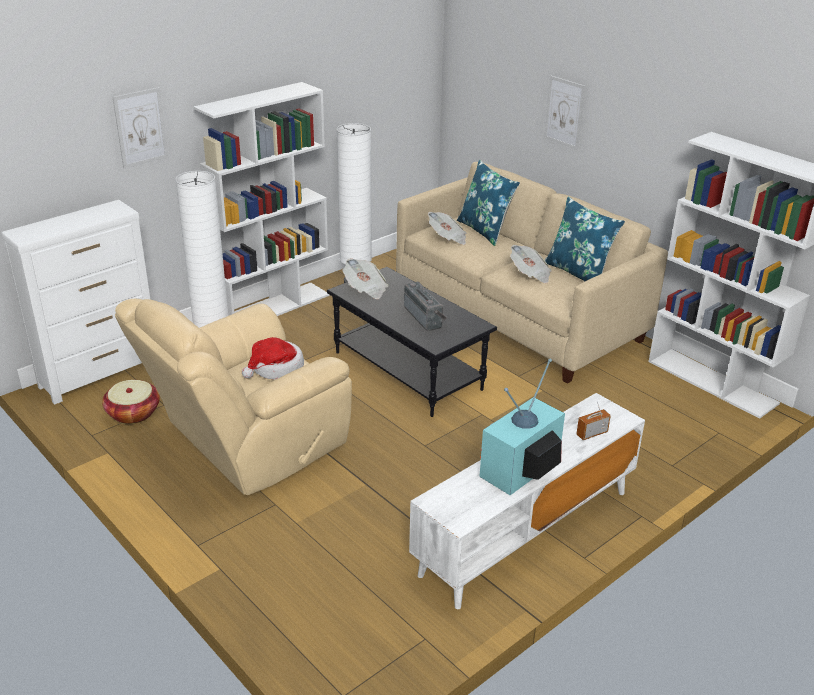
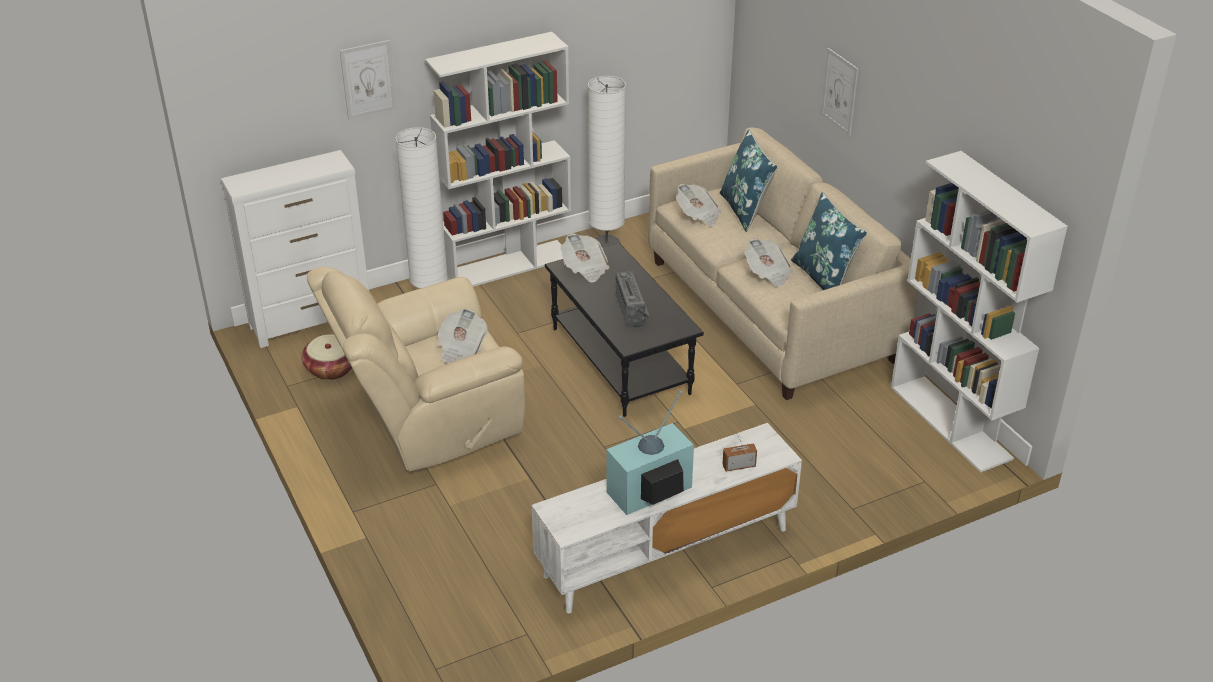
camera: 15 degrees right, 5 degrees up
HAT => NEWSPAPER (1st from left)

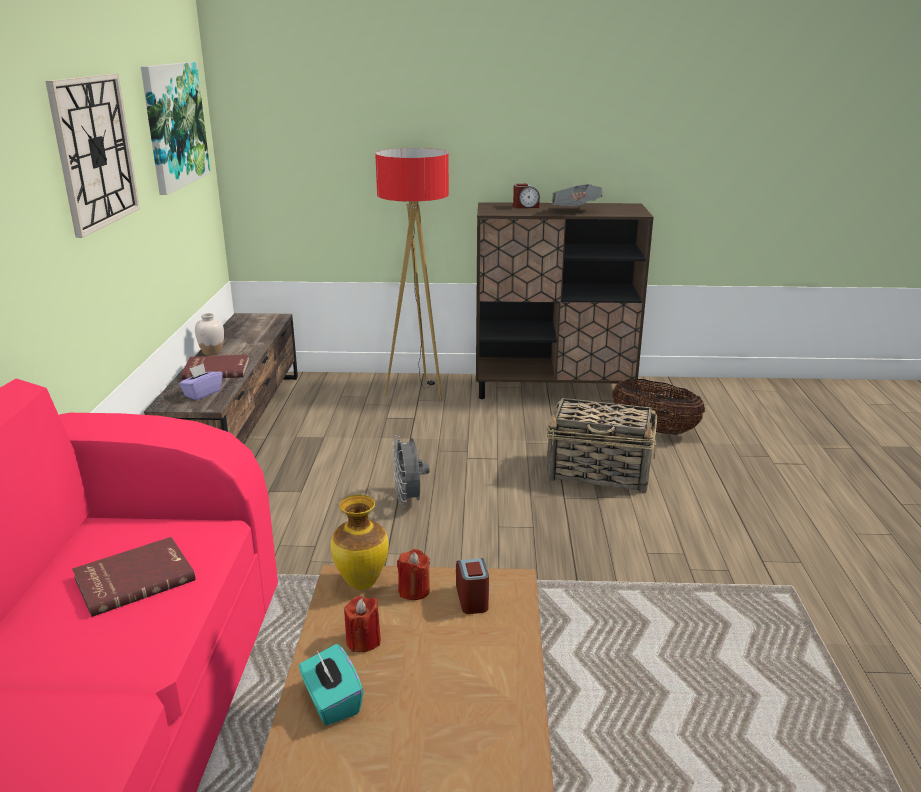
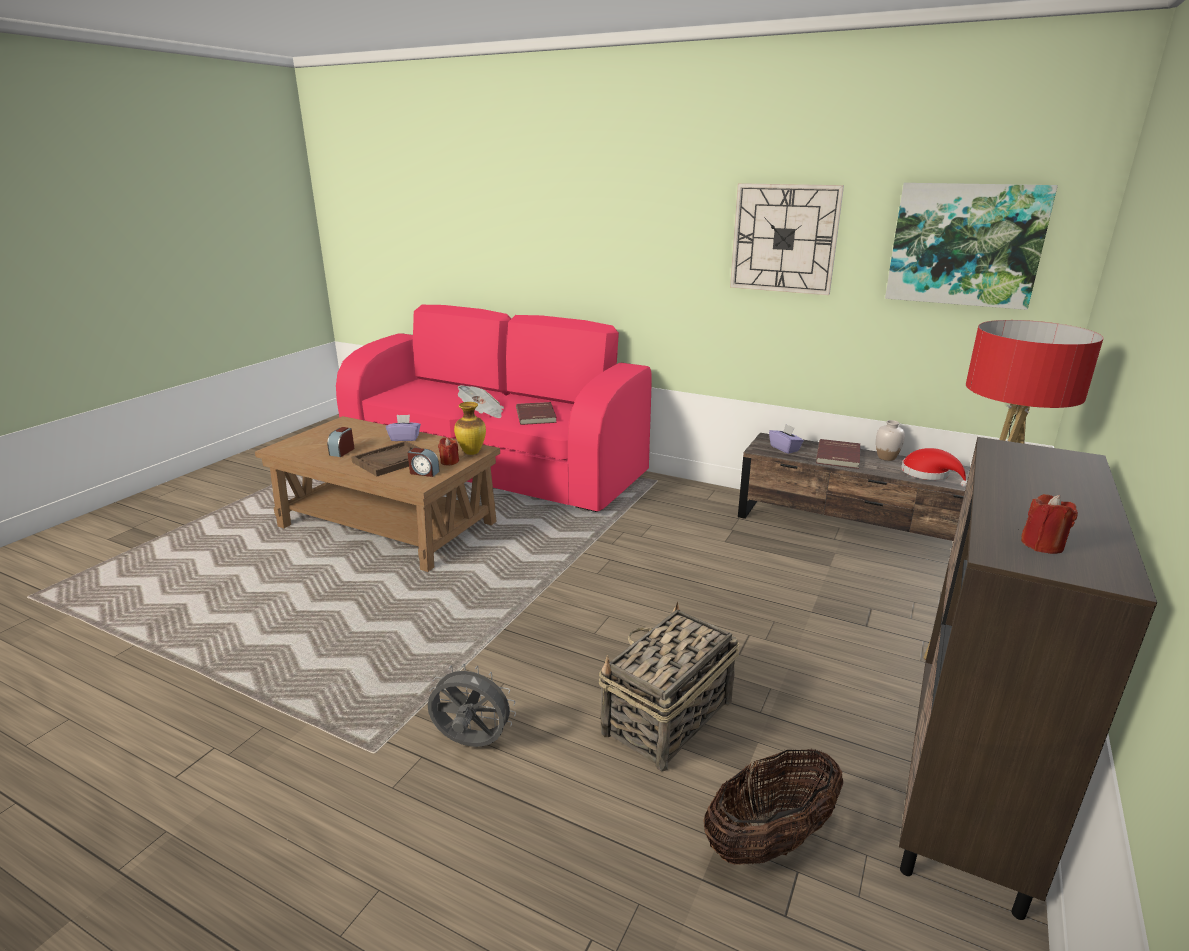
camera: 115 degrees right, 0 degrees up
ALARM CLOCK (2nd from left in the first image) => ALARM CLOCK (1st from left), move
NEWSPAPER, move
GREY FAN, move
RED CANDLE (1st from left in the first image) => RED CANDLE (2nd from left), move
TURQUOISE TISSUE BOX => PURPLE TISSUE BOX (1st from left)
nothing => BROWN TRAY
nothing => RED HAT

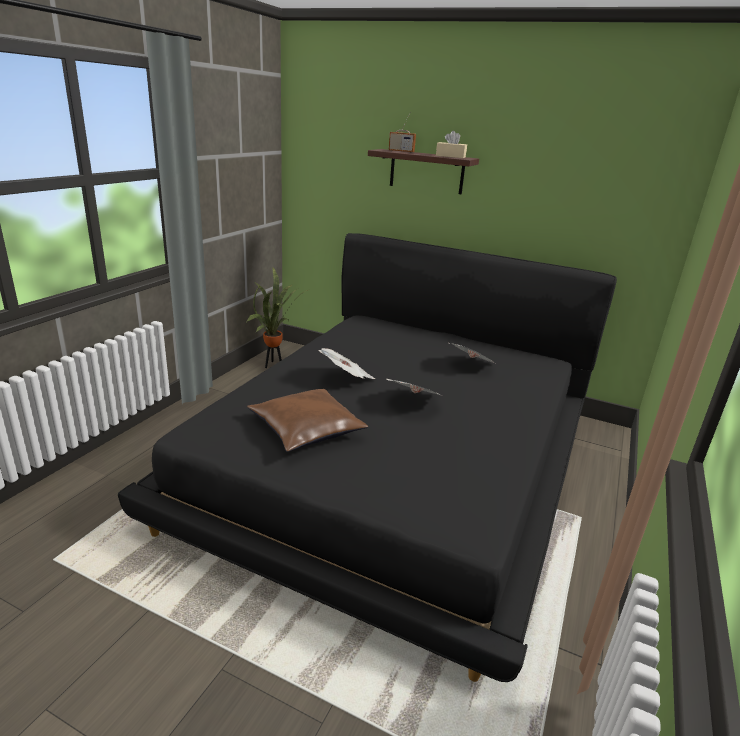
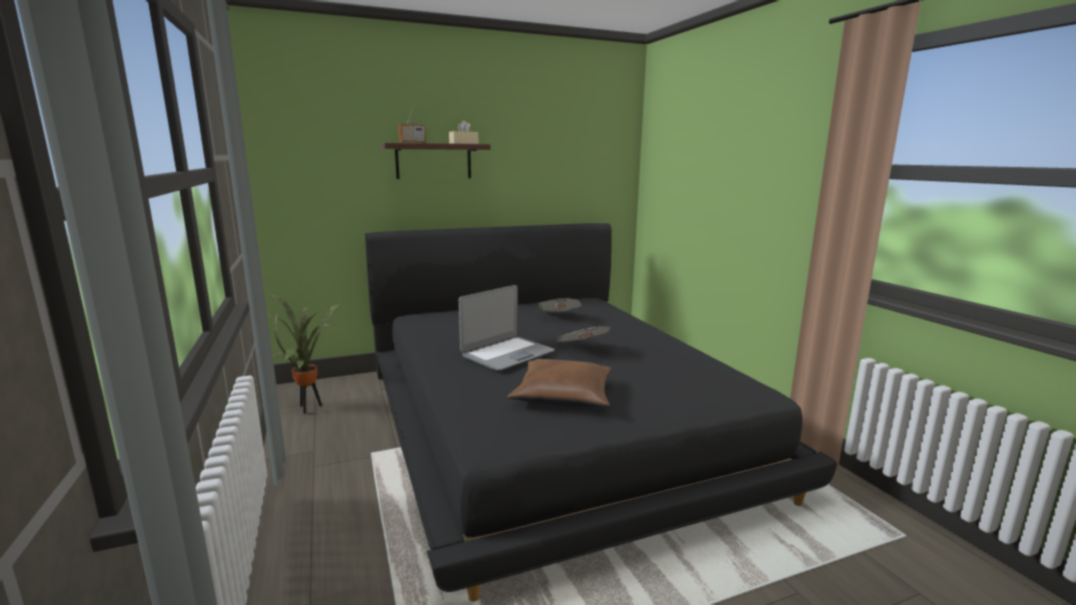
camera: 45 degrees left, 10 degrees down
NEWSPAPER (1st from left) => LAPTOP

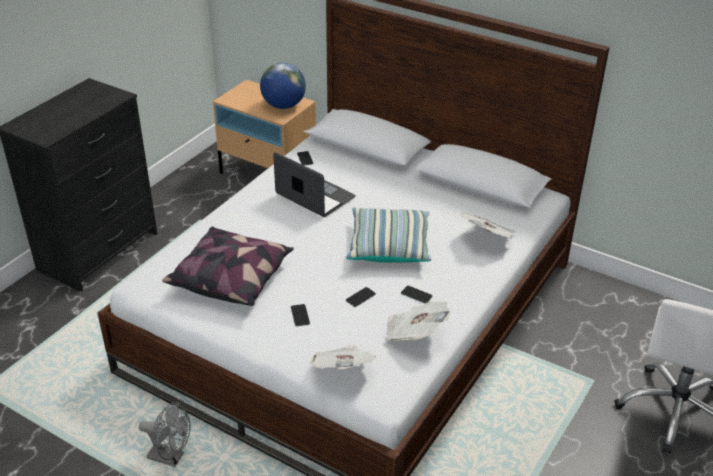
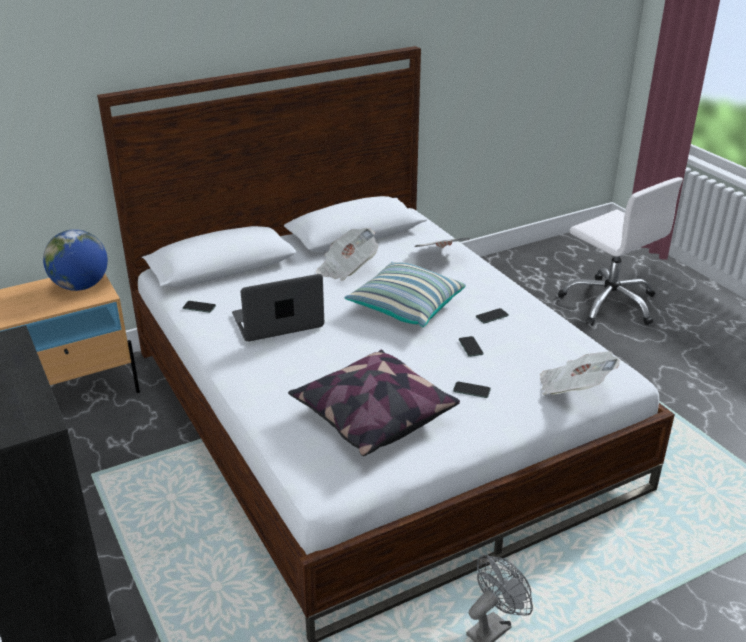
camera: 60 degrees left, 5 degrees down
NEWSPAPER (2nd from left in the first image) => NEWSPAPER (1st from left), move

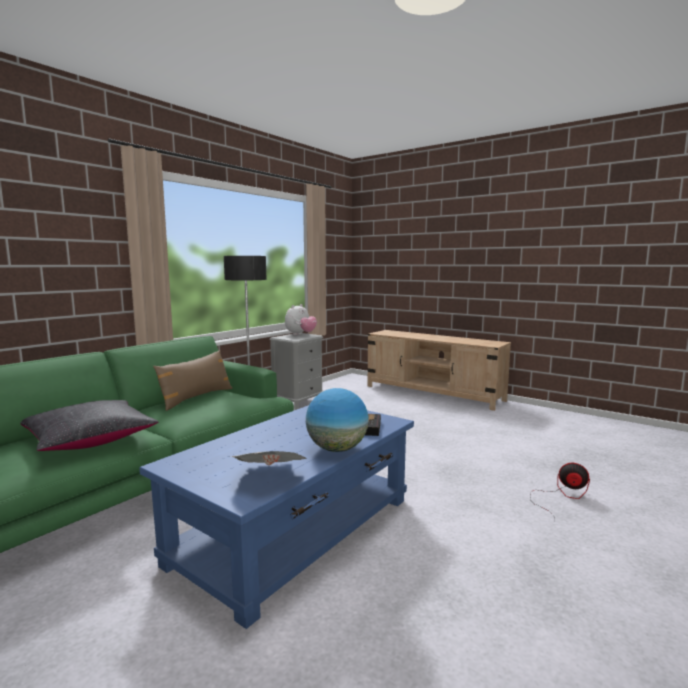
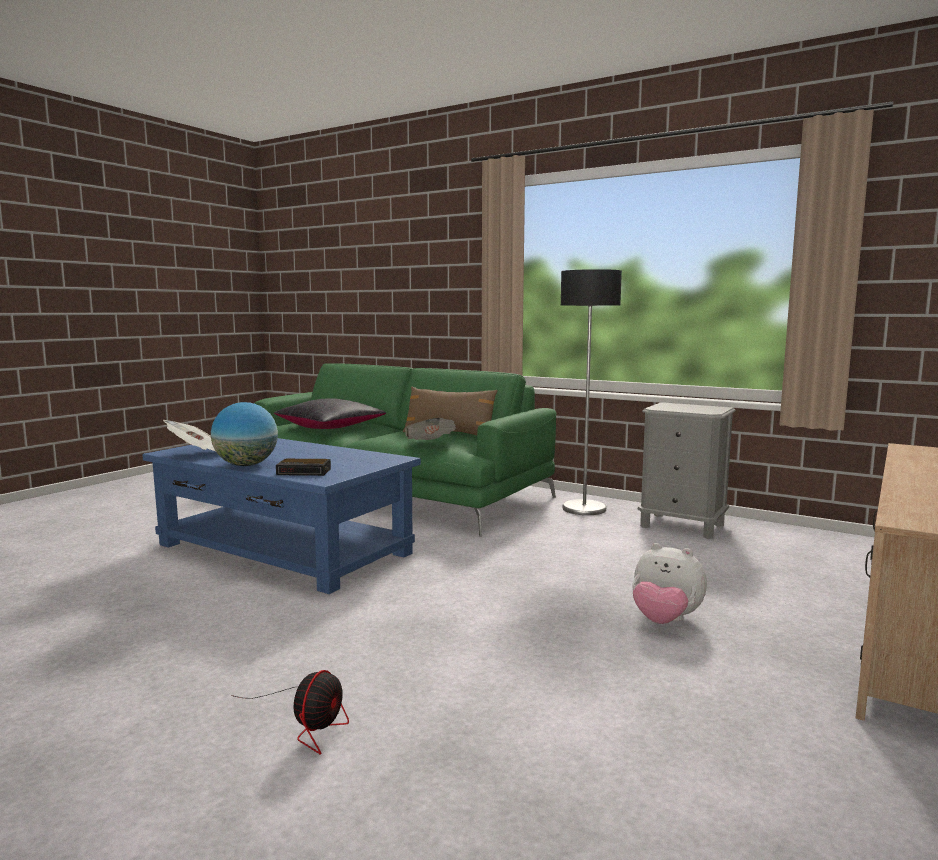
camera: 85 degrees right, 0 degrees up
PLUSH TOY, move
nothing => NEWSPAPER (2nd from left)

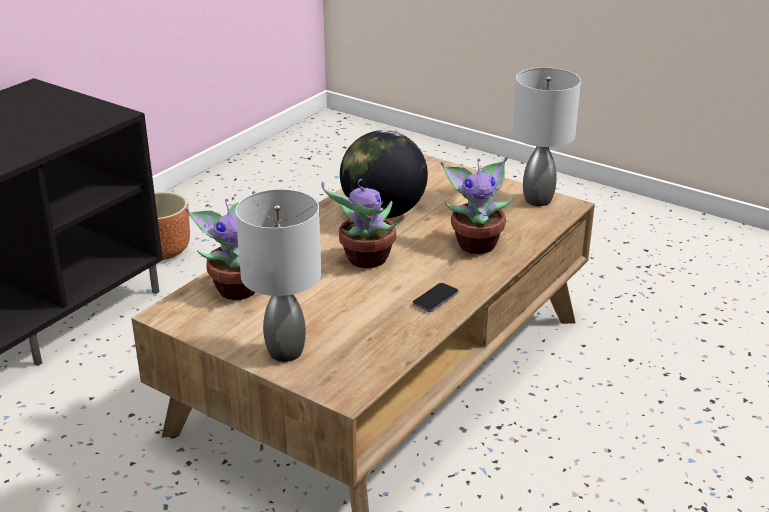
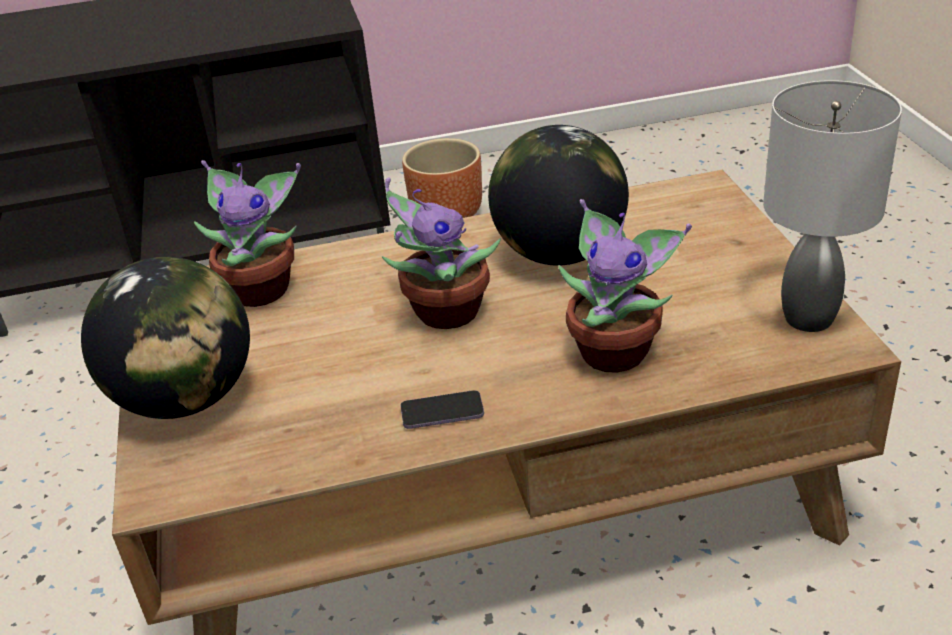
camera: 45 degrees right, 5 degrees up
GREY TABLE LAMP (1st from left) => GLOBE (1st from left)

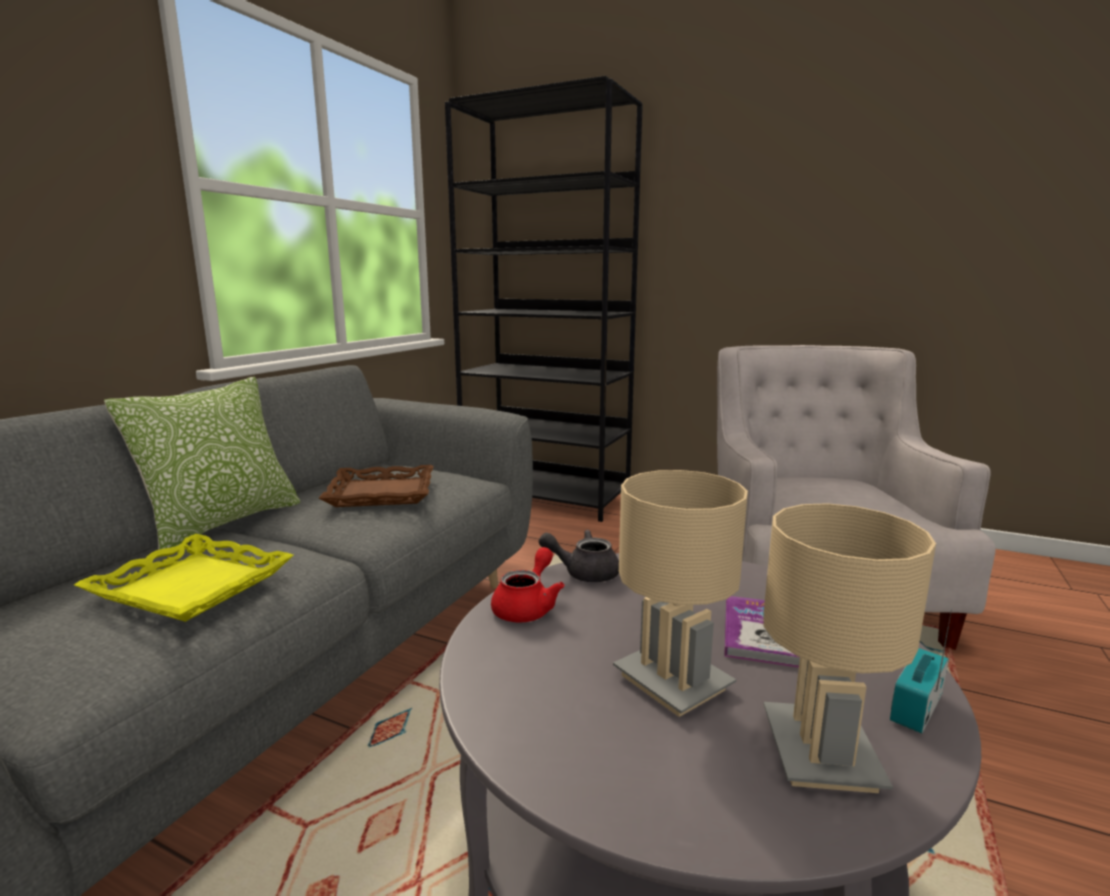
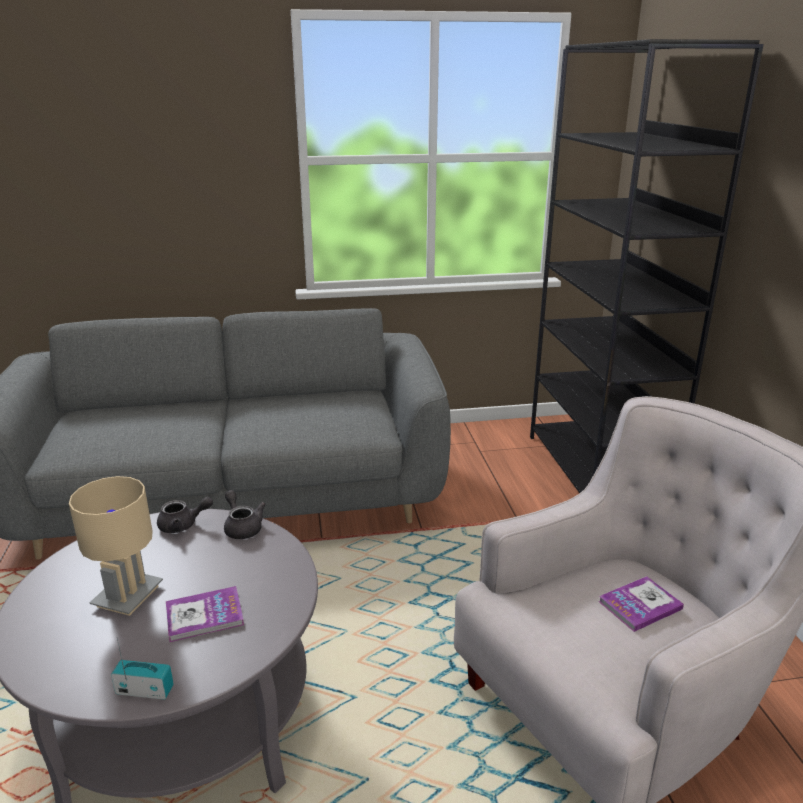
camera: 55 degrees right, 10 degrees up
PILLOW => nothing
BROWN TRAY => nothing
BEIGE TABLE LAMP (2nd from left) => nothing
YELLOW TRAY => nothing
RED TEAPOT => GREY TEAPOT (1st from left)
nothing => BOOK (2nd from left)

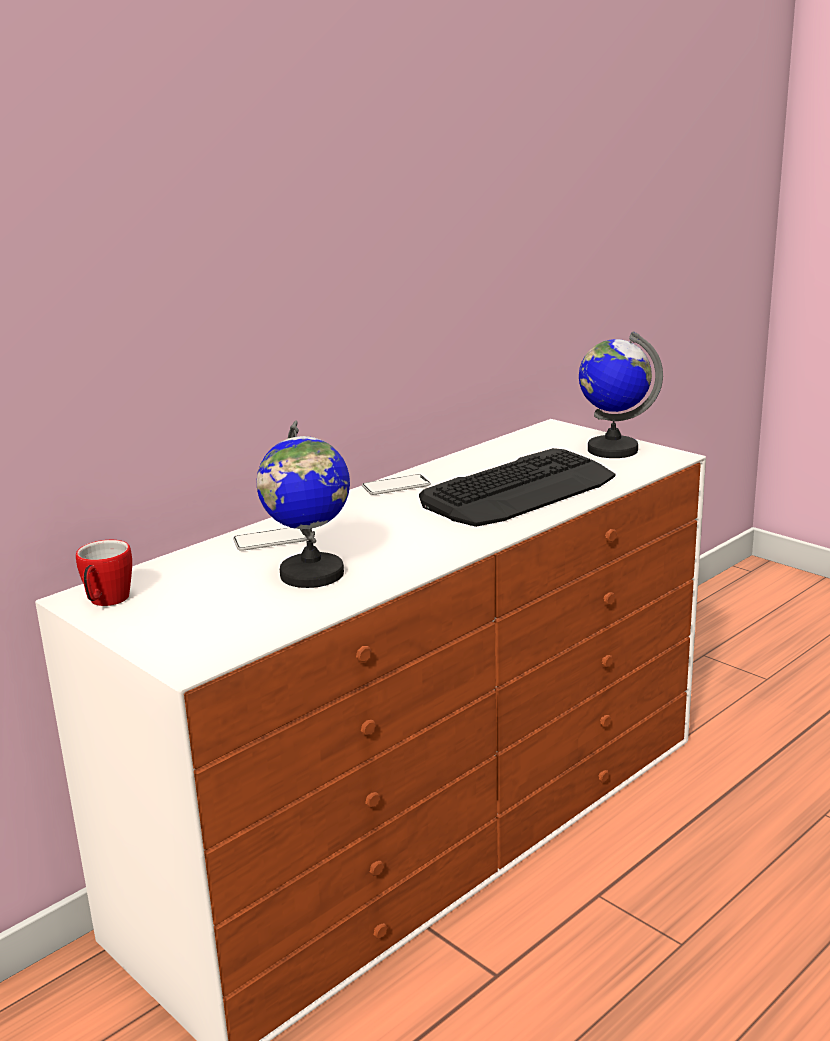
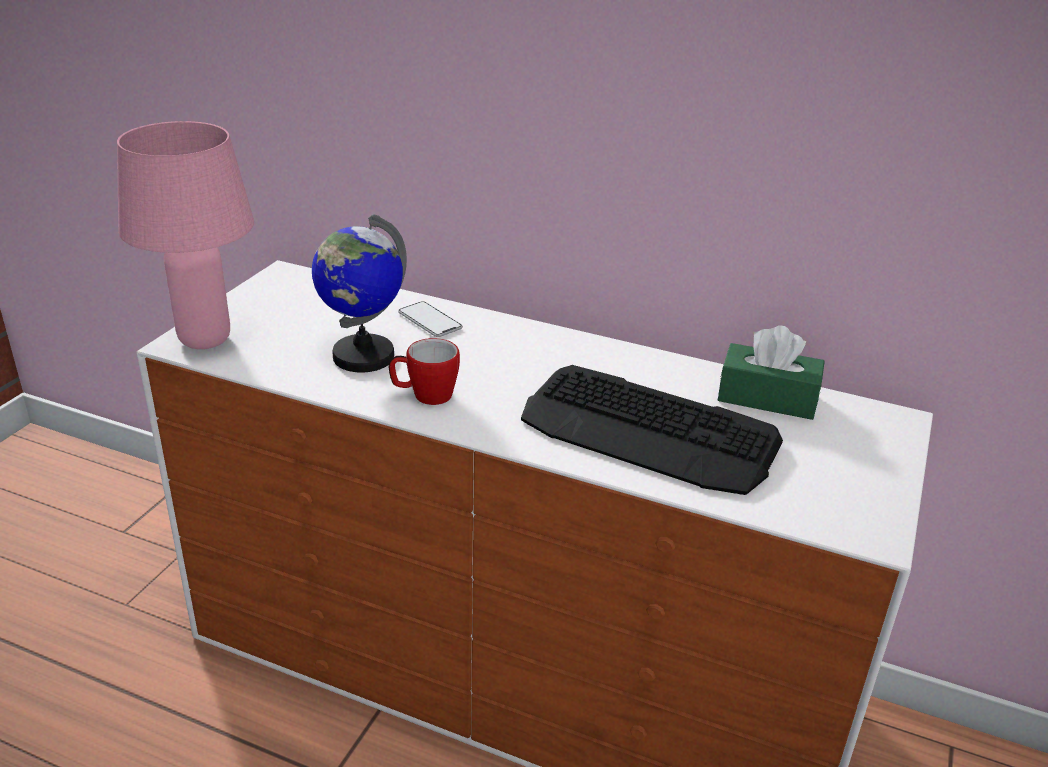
camera: 65 degrees right, 10 degrees up
GLOBE (2nd from left) => nothing
PHONE (2nd from left) => nothing
MUG, move
nothing => PINK TABLE LAMP
nothing => GREEN TISSUE BOX

